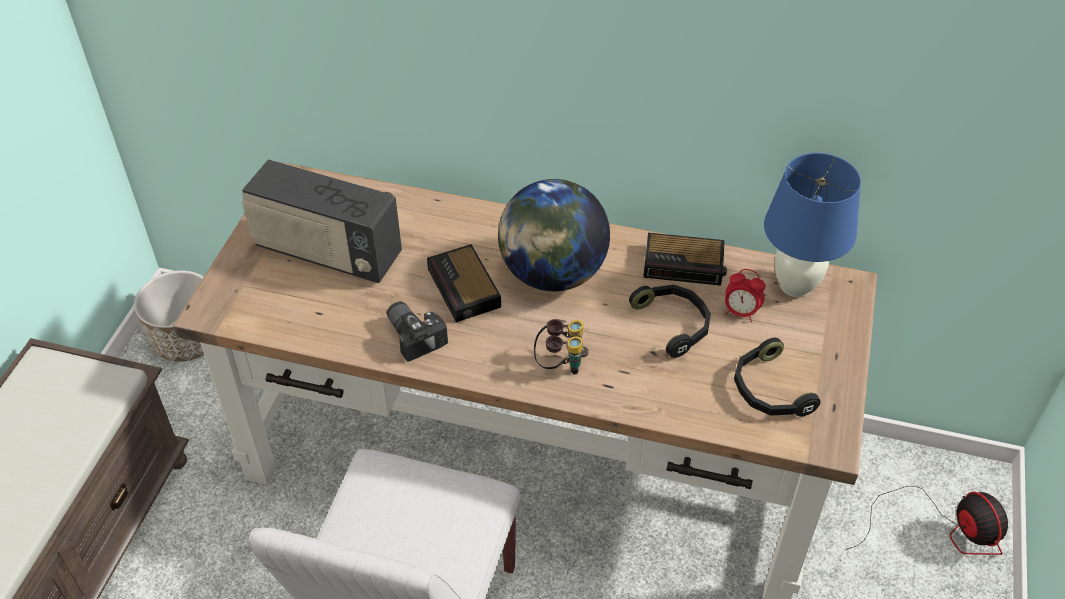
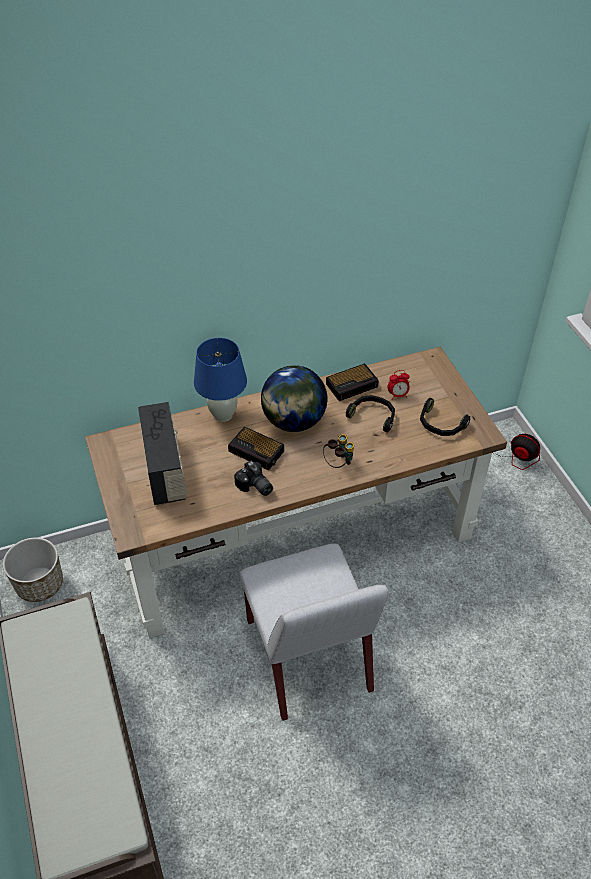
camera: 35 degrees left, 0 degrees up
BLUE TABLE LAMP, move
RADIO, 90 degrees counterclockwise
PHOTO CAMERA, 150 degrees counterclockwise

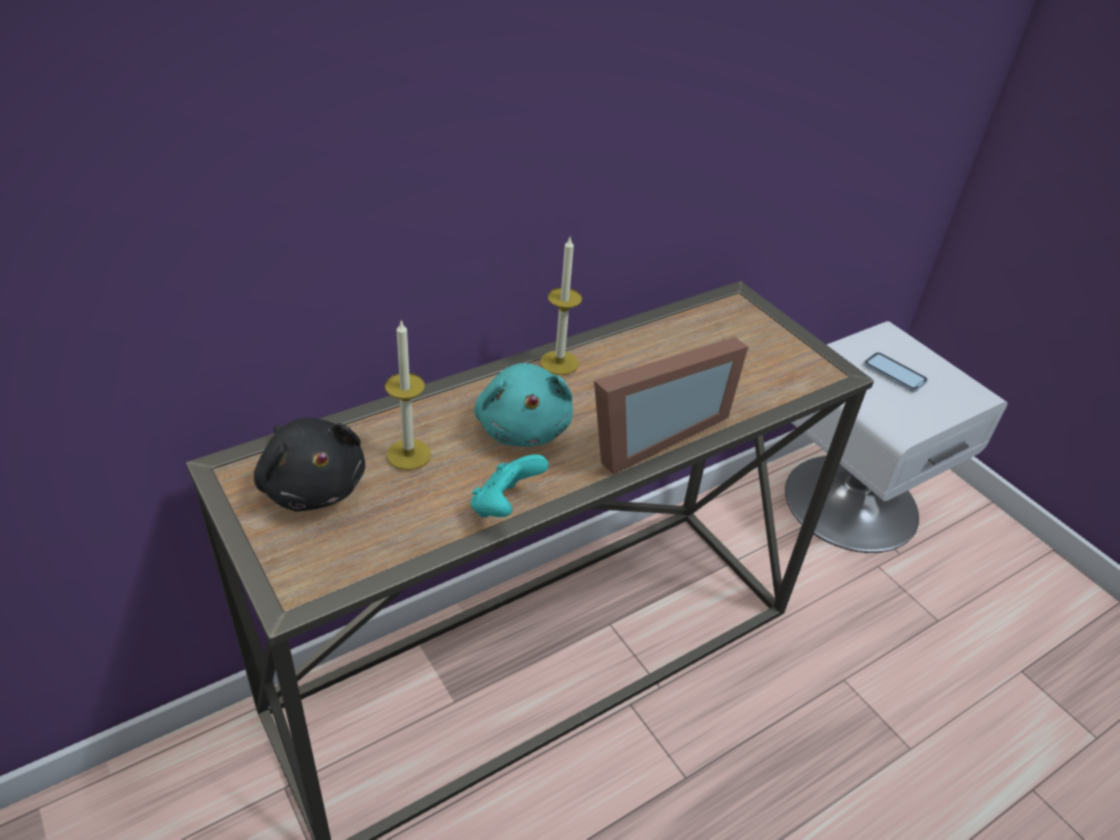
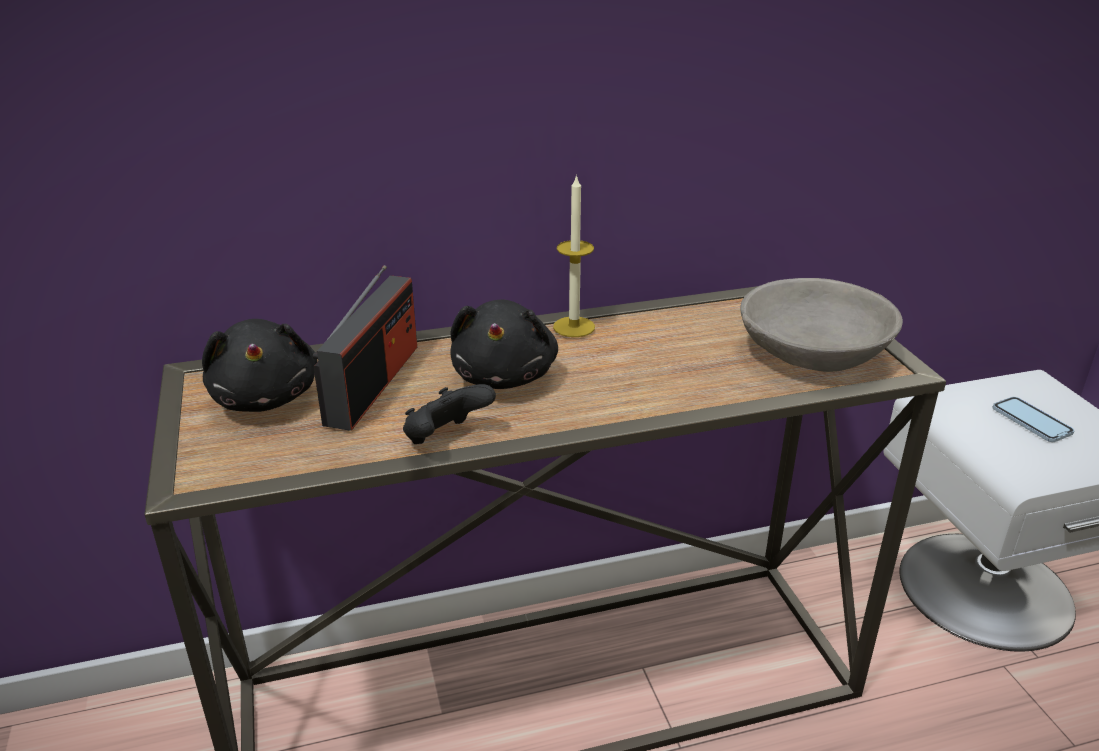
camera: 20 degrees right, 10 degrees down
CANDLE (1st from left) => RADIO
PICTURE FRAME => nothing
TURQUOISE PLUSH TOY => BLACK PLUSH TOY (2nd from left)
TURQUOISE GAME CONTROLLER => BLACK GAME CONTROLLER
nothing => GREY BOWL

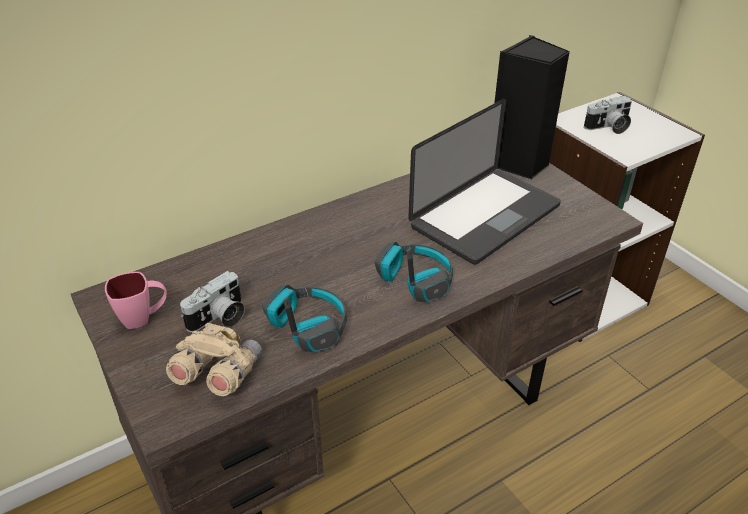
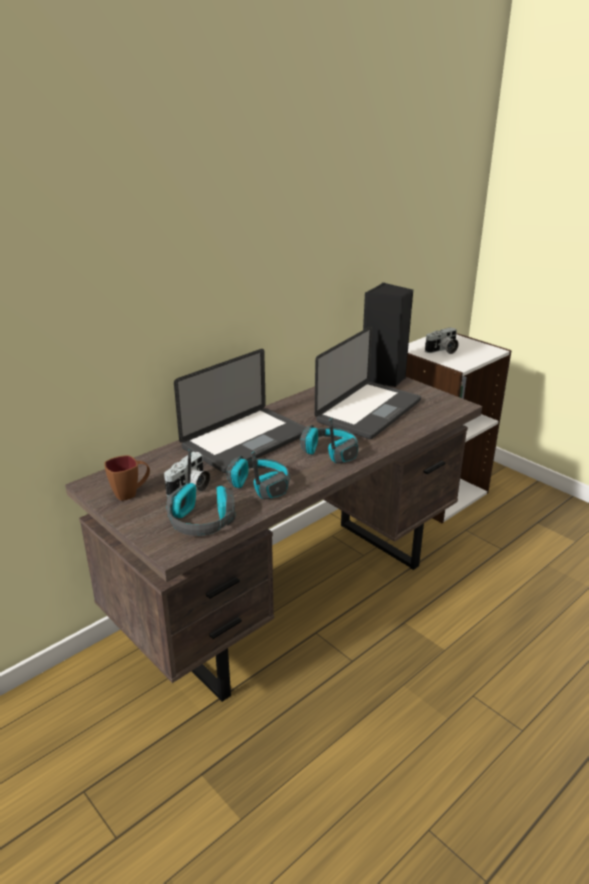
camera: 10 degrees left, 10 degrees down
PINK MUG => BROWN MUG
BEIGE BINOCULARS => HEADPHONES (1st from left)
nothing => LAPTOP (1st from left)

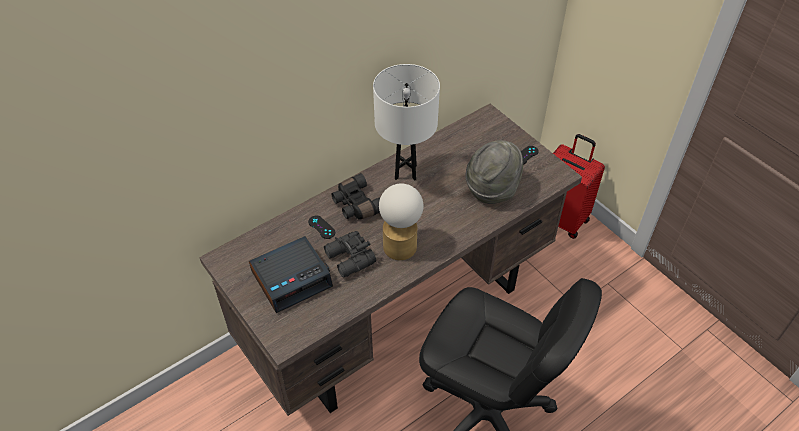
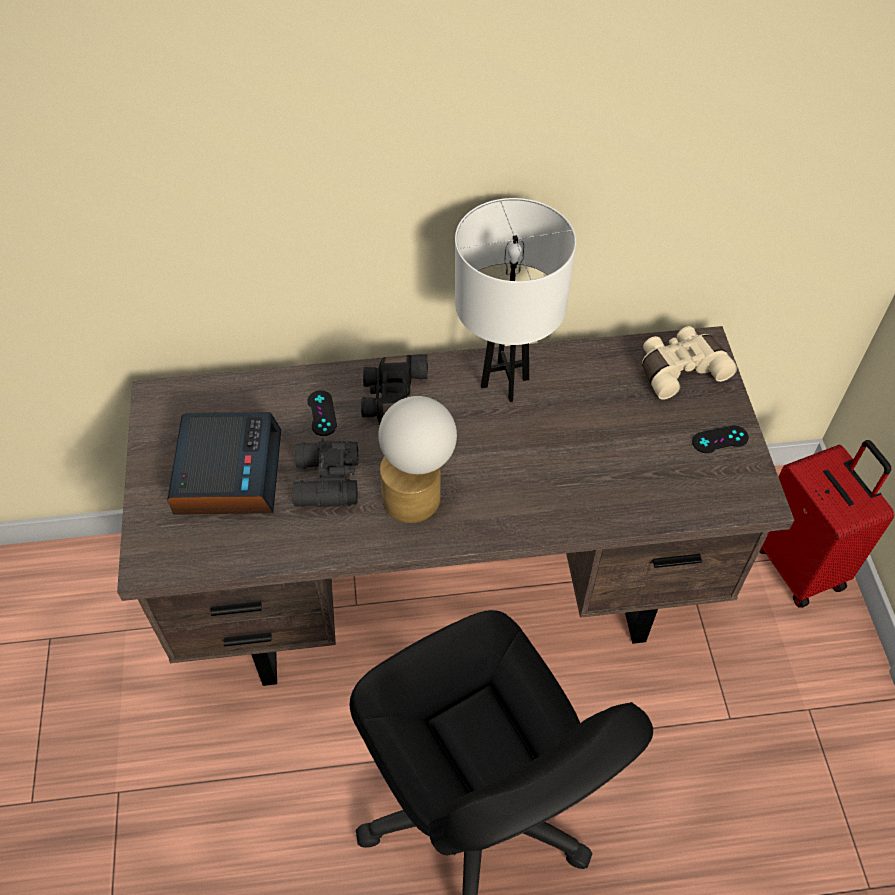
camera: 30 degrees right, 5 degrees up
GREY HAT => nothing
ALARM CLOCK, 90 degrees counterclockwise
nothing => BEIGE BINOCULARS

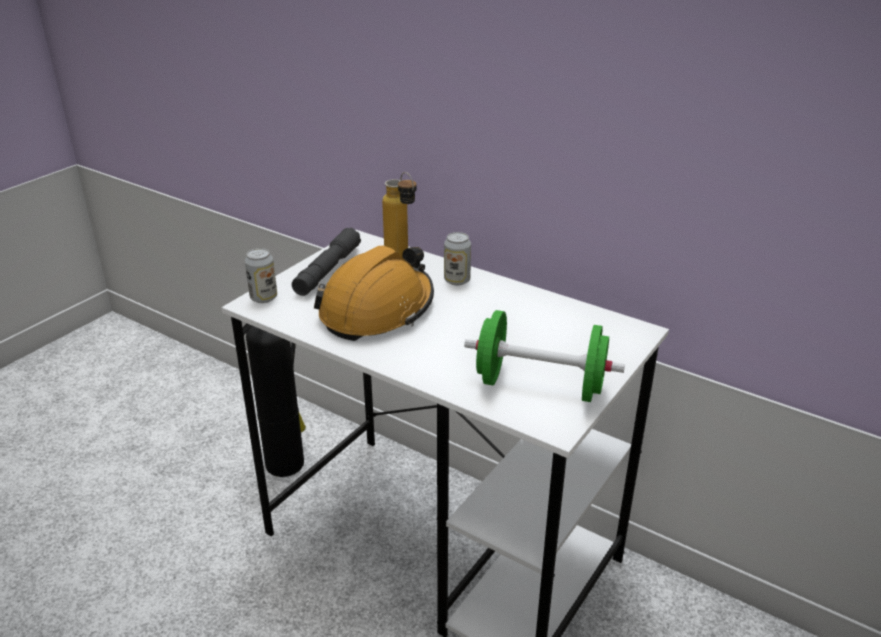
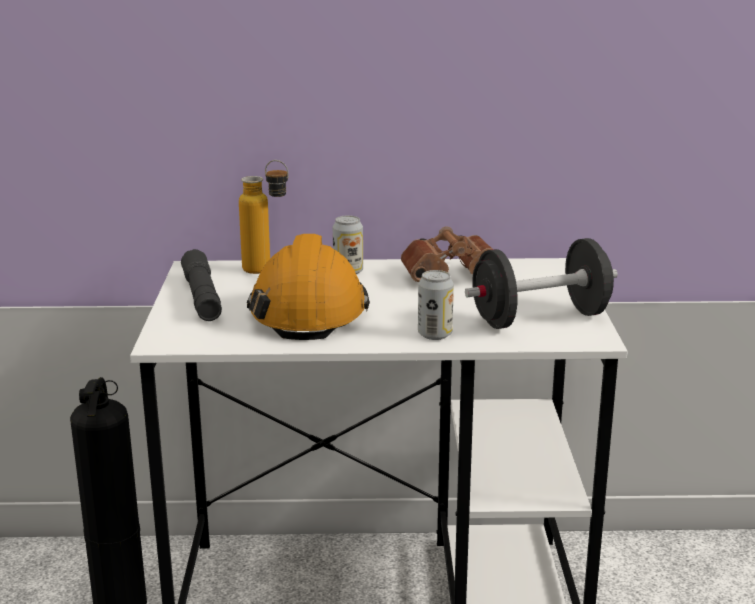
camera: 35 degrees left, 10 degrees down
CAN (1st from left in the first image) => CAN (2nd from left), move
GREEN DUMBBELL => BLACK DUMBBELL
nothing => BROWN BINOCULARS

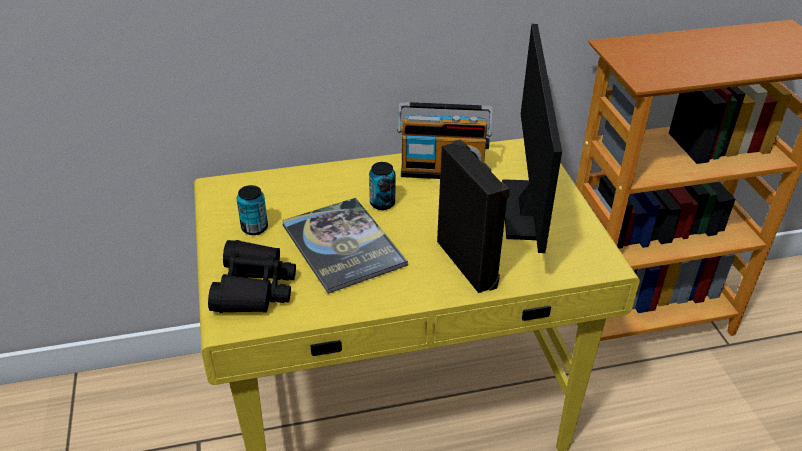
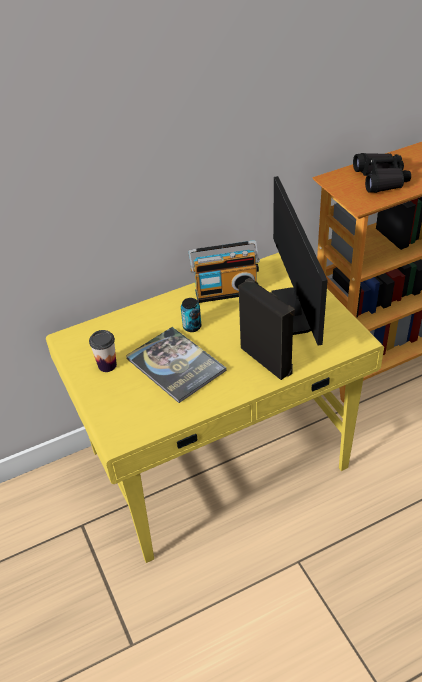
camera: 10 degrees left, 5 degrees up
CAN (1st from left) => CUP
BLACK BINOCULARS, move

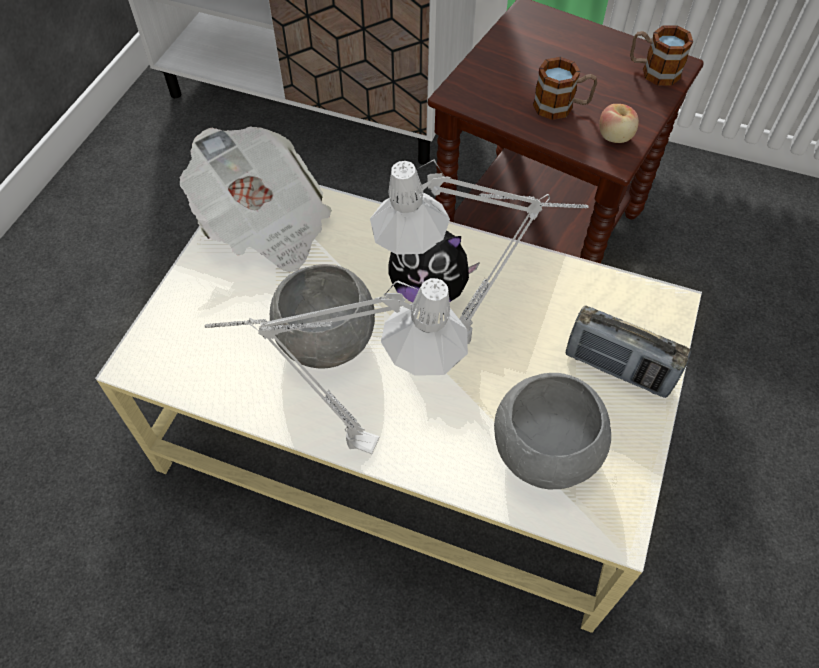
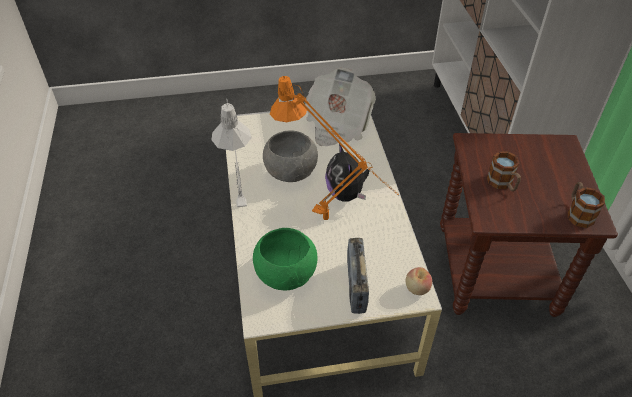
camera: 60 degrees right, 10 degrees down
APPLE, move
GREY TABLE LAMP (2nd from left) => ORANGE TABLE LAMP
GREY BOWL (2nd from left) => GREEN BOWL

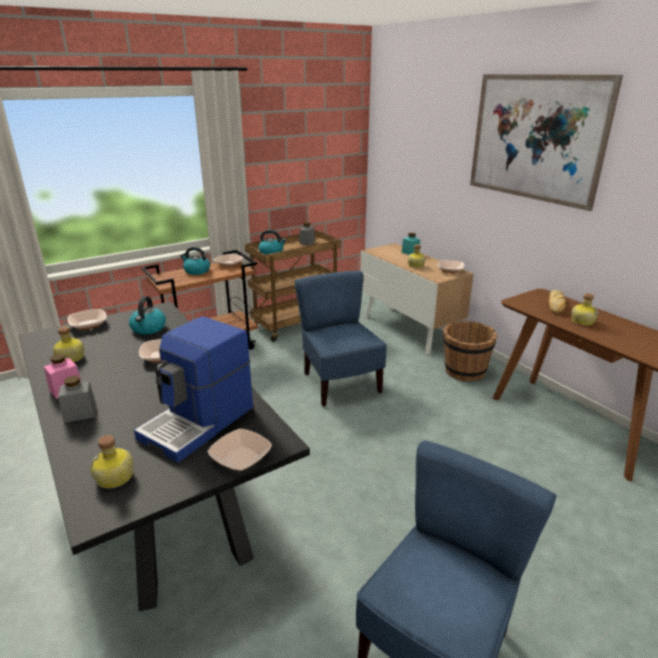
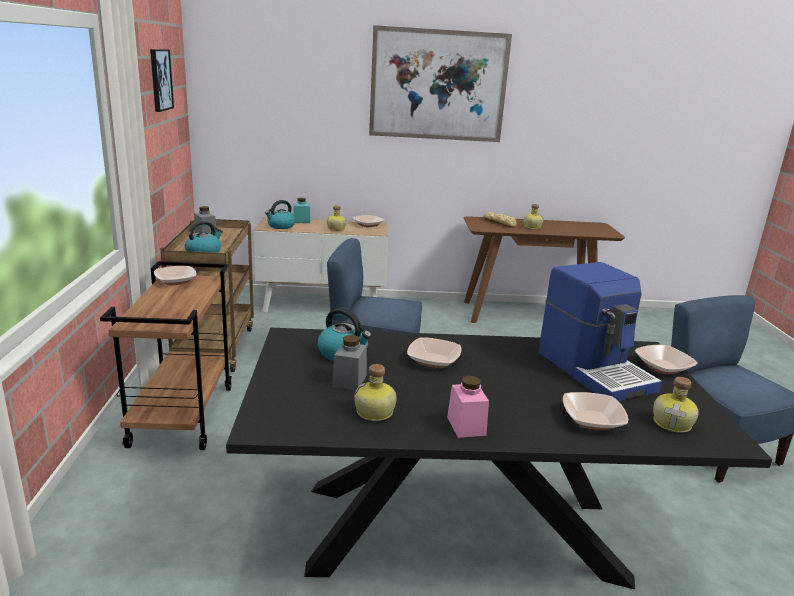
camera: 60 degrees left, 5 degrees down
KETTLE (2nd from left), move
BOWL (1st from left in the first image) => BOWL (4th from left), move
BROWN BUCKET => nothing
GREY JAR (1st from left in the first image) => GREY JAR (2nd from left), move
nothing => PICTURE (1st from left)

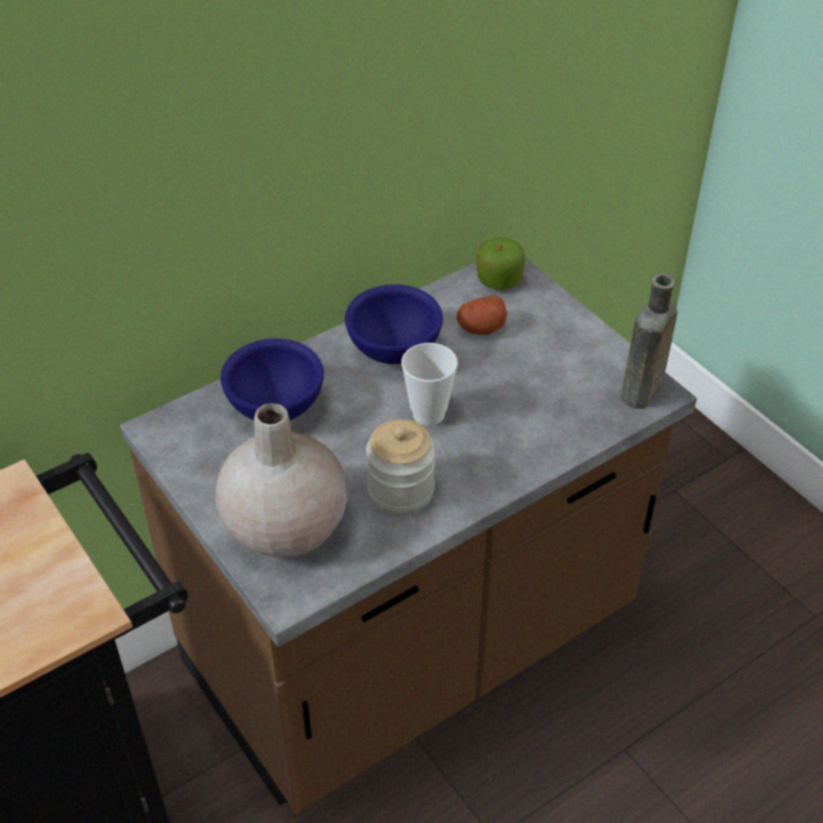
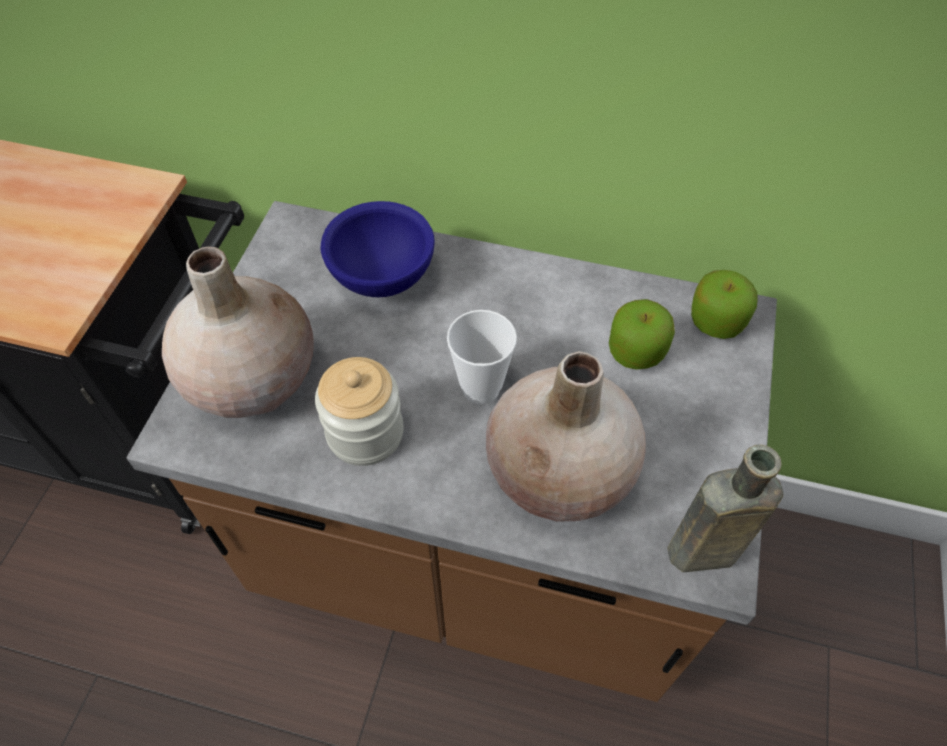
camera: 50 degrees right, 10 degrees up
BLUE BOWL (2nd from left) => nothing
POTATO => APPLE (1st from left)
nothing => BEIGE VASE (2nd from left)

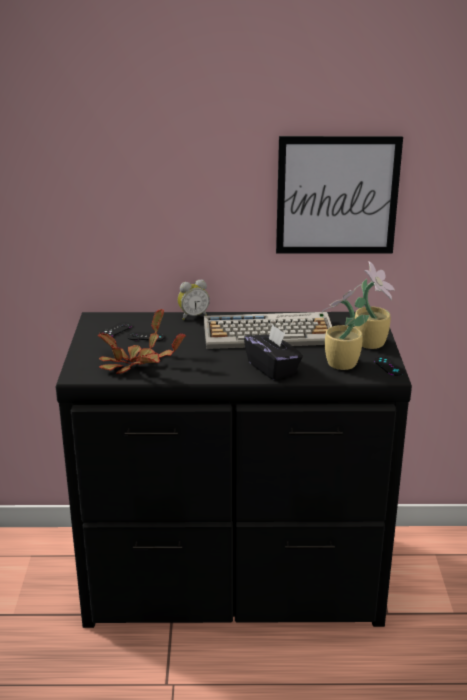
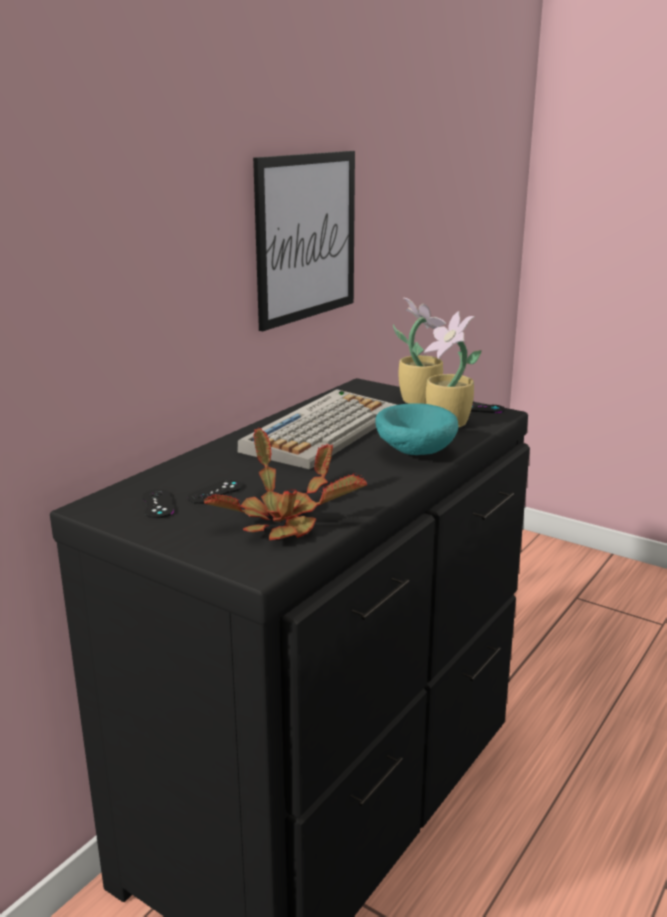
camera: 55 degrees left, 5 degrees down
ALARM CLOCK => nothing
BLACK TISSUE BOX => TURQUOISE BOWL

